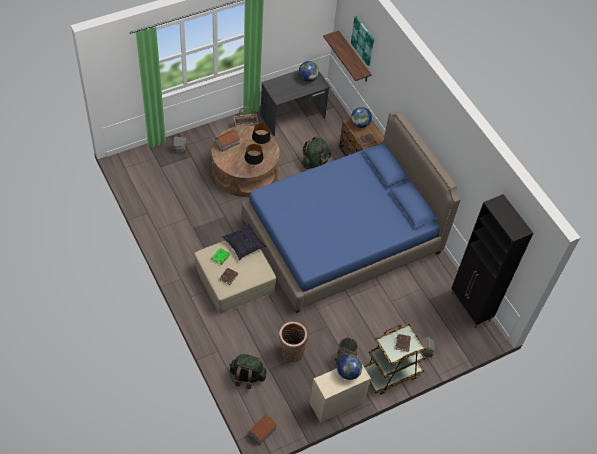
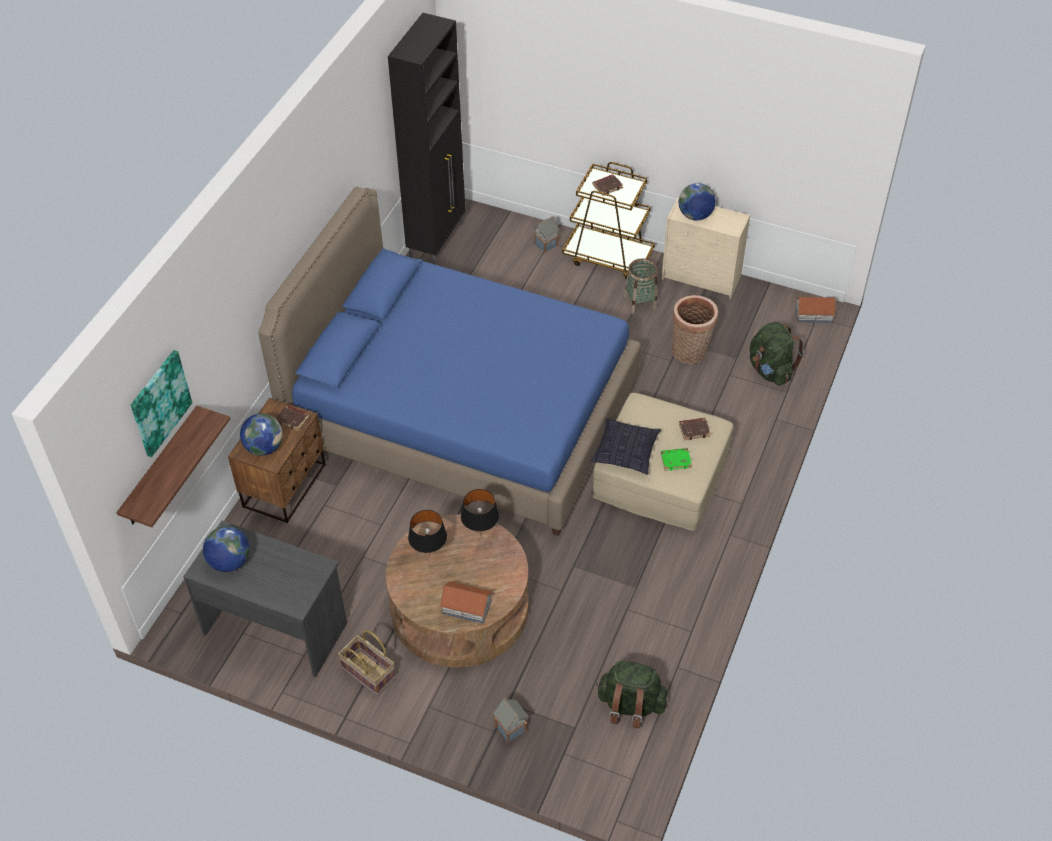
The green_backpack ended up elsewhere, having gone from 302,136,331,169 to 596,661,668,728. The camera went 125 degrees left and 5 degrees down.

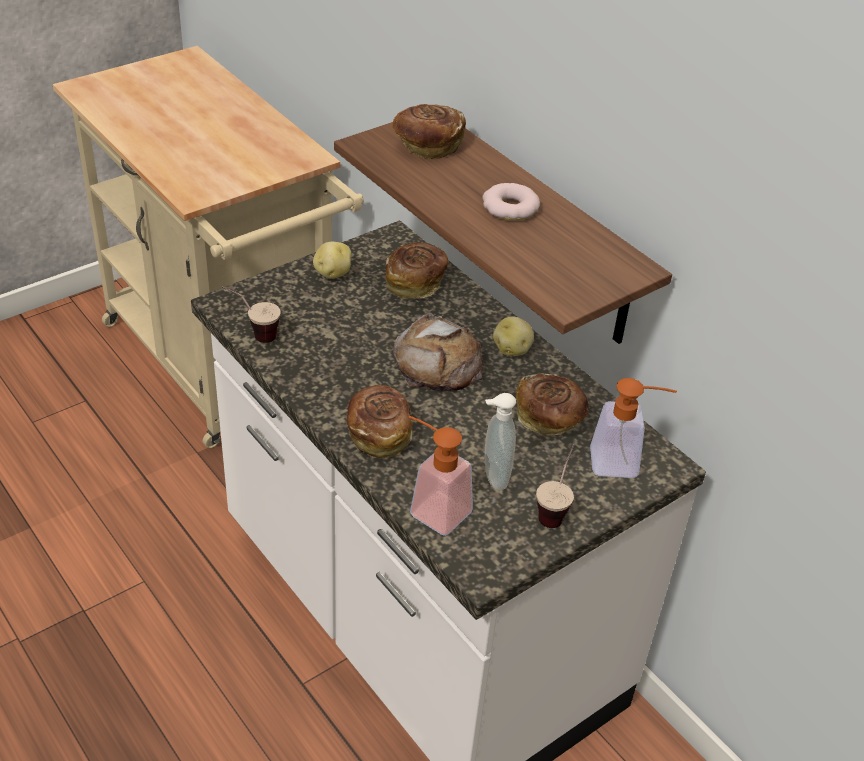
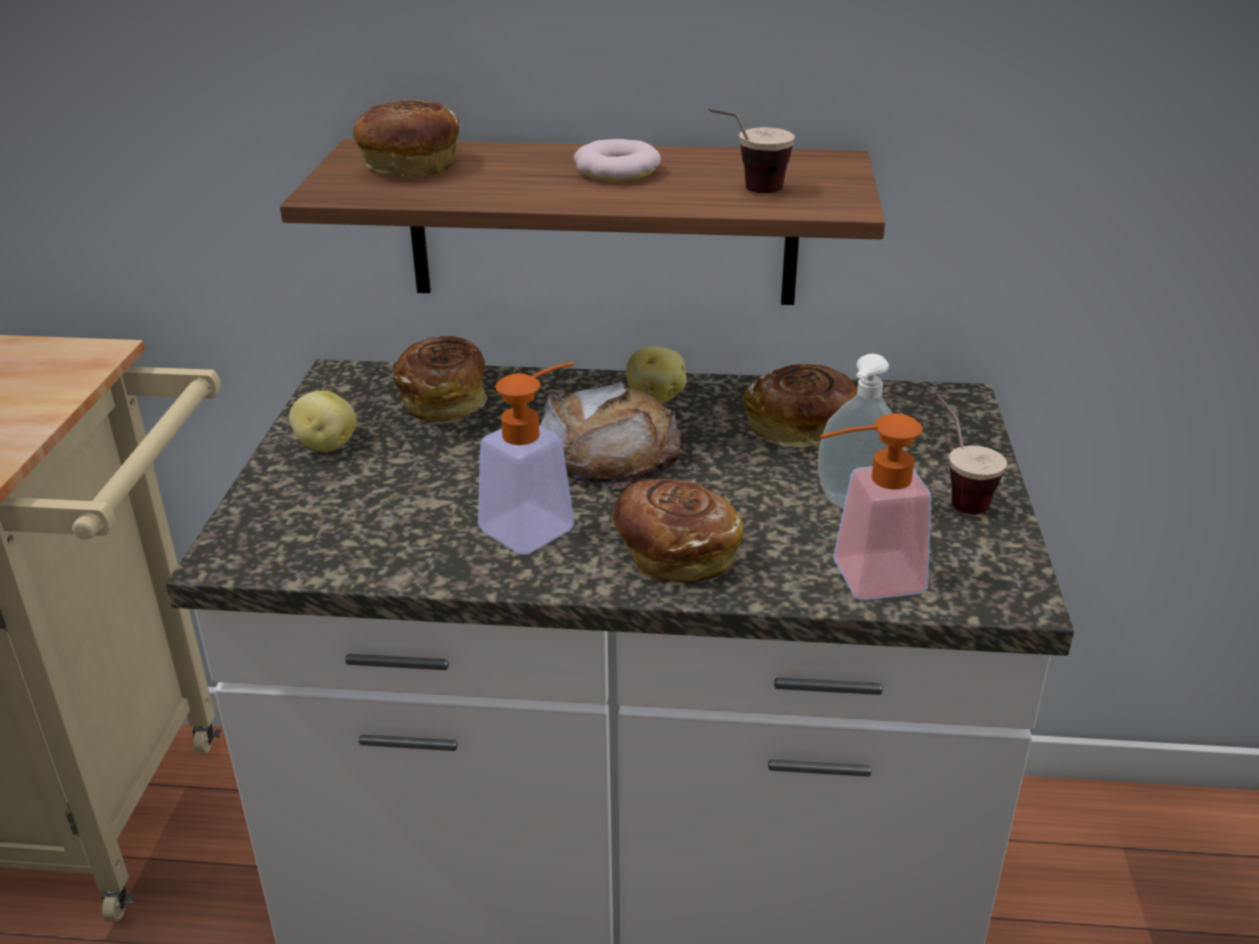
The small_cup ended up elsewhere, having gone from 222,286,281,343 to 708,108,795,193. The soap_bottle ended up elsewhere, having gone from 590,378,677,478 to 478,362,575,555. The camera went 45 degrees left and 10 degrees down.

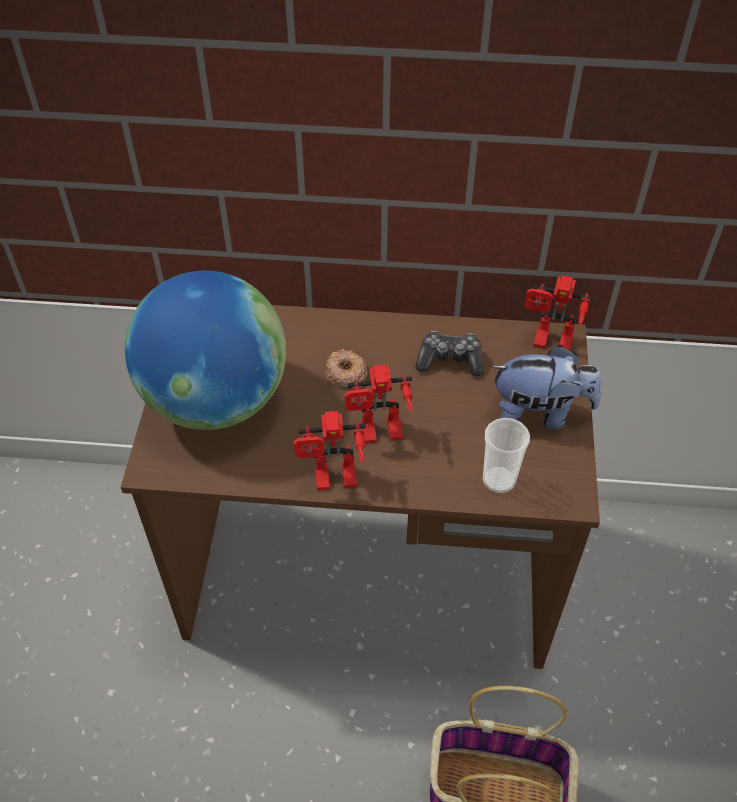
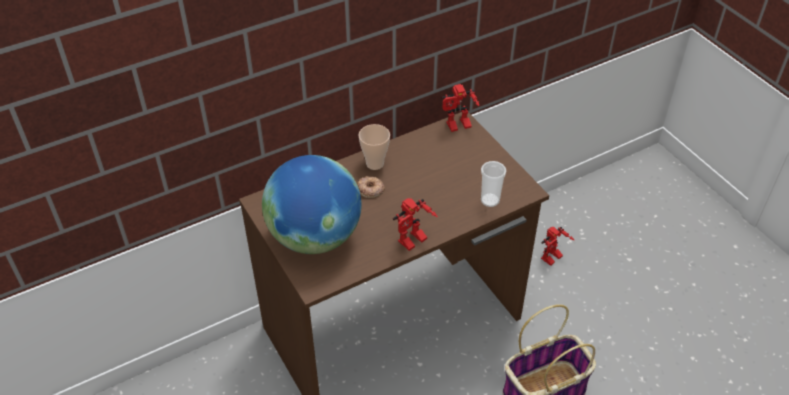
The second view lost the joypad at 415,331,484,376. The second view lost the plush_toy at 491,345,601,429. The second view gained the small_cup at 359,124,390,170. The toy_robot ended up elsewhere, having gone from 345,364,412,443 to 541,227,574,266. The camera went 35 degrees left and 5 degrees down.

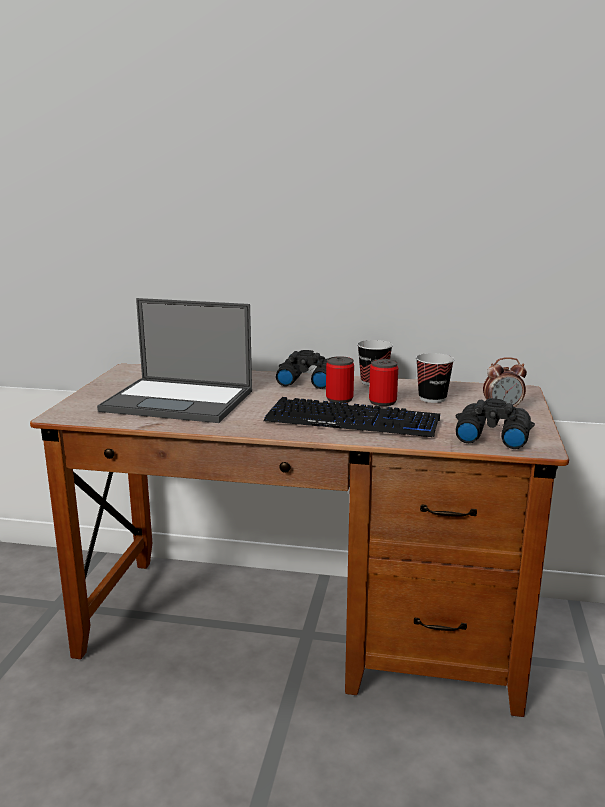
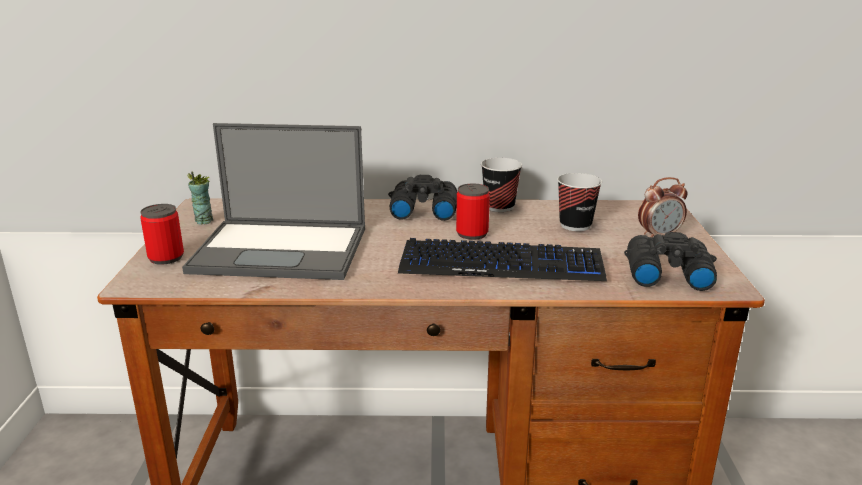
The second view gained the small_cup at 187,171,213,225. The metal_can ended up elsewhere, having gone from 369,359,398,406 to 140,204,184,265. The camera went 10 degrees left and 5 degrees up.

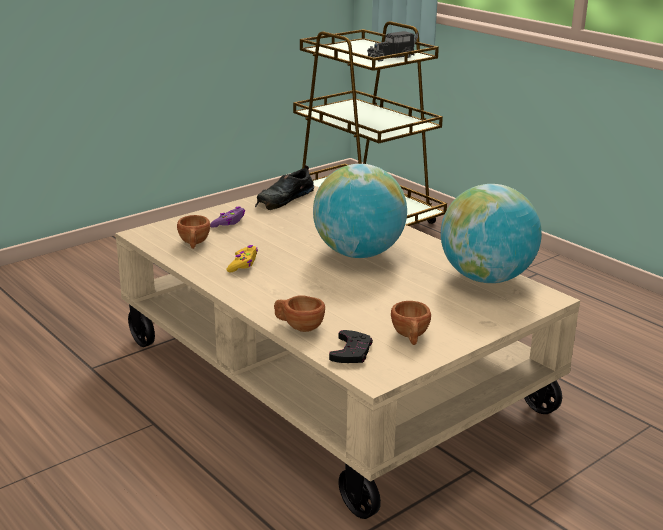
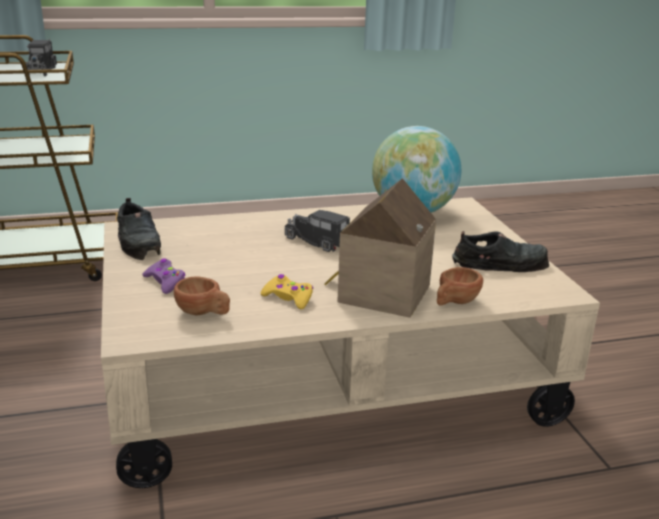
The second view lost the blackish_joypad at 329,330,373,363. The second view gained the model_house at 324,178,436,318. Where the desk_globe stood at 313,164,407,258, the model_truck came to stand at 285,210,350,252. Where the brownish_small_cup stood at 391,301,431,345, the blackish_low_shoe came to stand at 452,231,549,272. The camera went 65 degrees left and 0 degrees up.

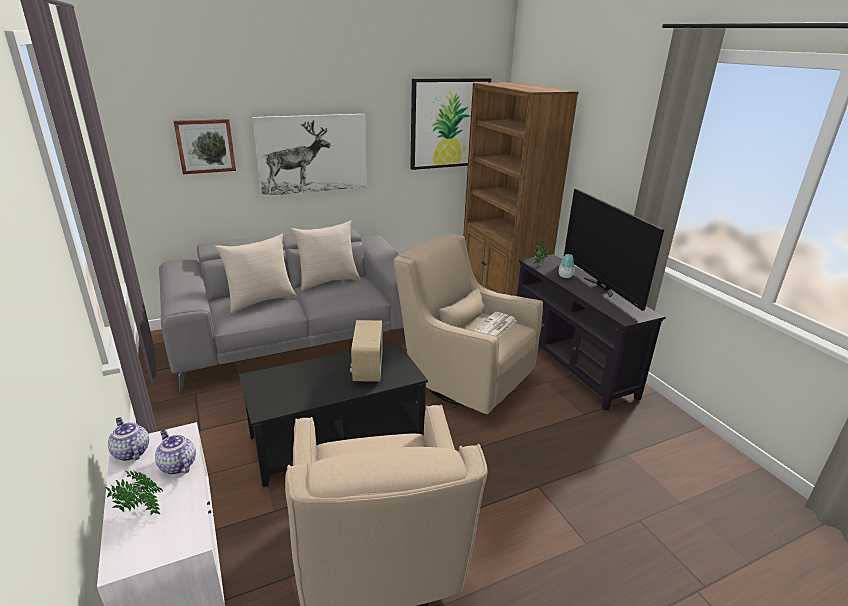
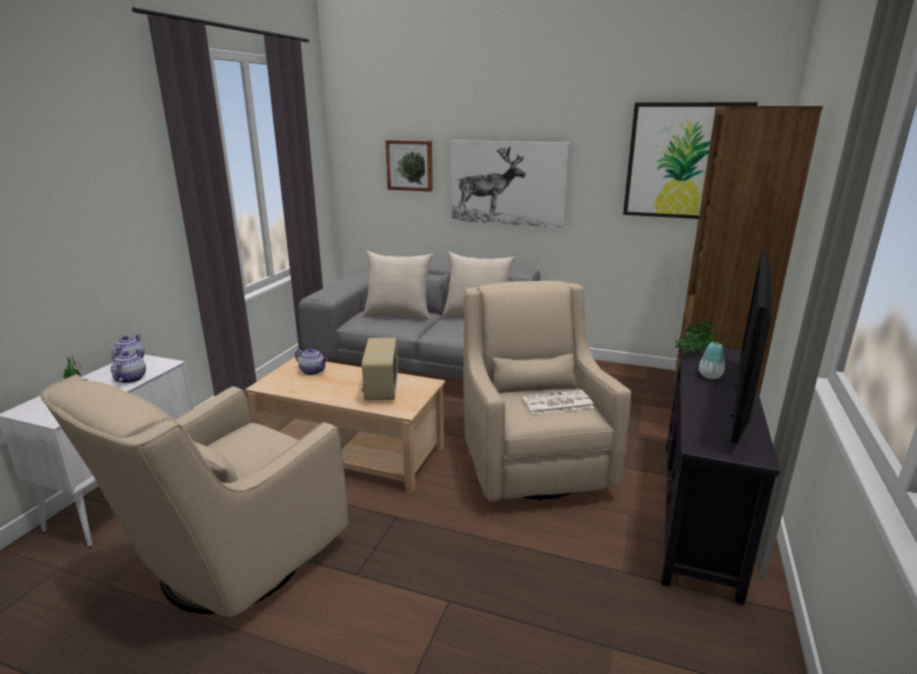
The second view gained the teapot at 295,348,328,375. What was the blackish_coffee_table at 239,341,428,487 turned into the beige-coloured_coffee_table at 245,357,445,494. The radio_set at 350,320,383,381 ended up facing another way, 45 degrees counterclockwise from before. The camera went 45 degrees right and 5 degrees down.

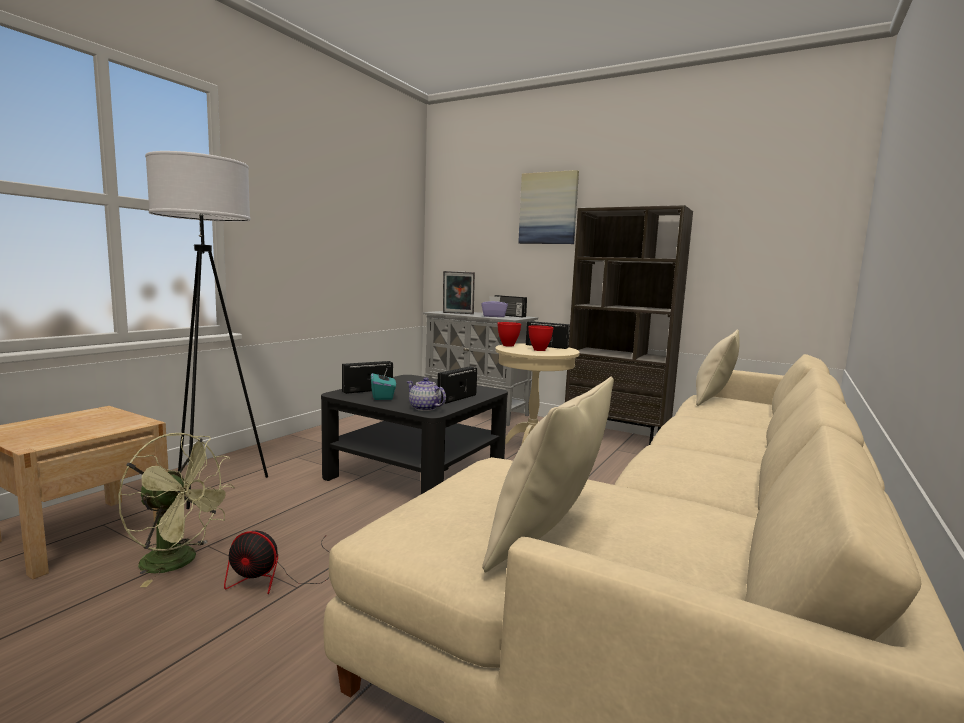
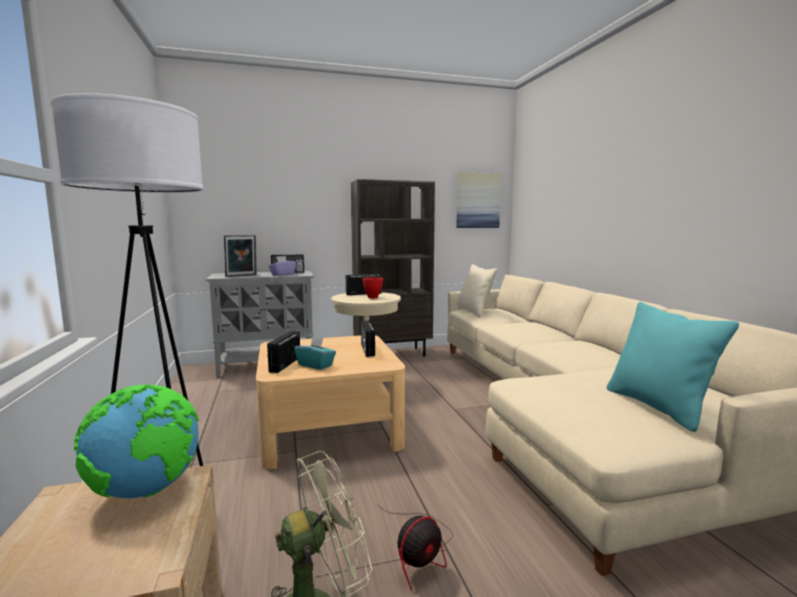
The second view lost the teapot at 406,378,446,411. The second view lost the red_deep_dish at 497,322,521,347. The second view gained the desk_globe at 74,385,199,499. The picture ended up elsewhere, having gone from 518,170,579,244 to 456,172,501,228. What was the blackish_coffee_table at 321,375,508,495 turned into the beige-coloured_coffee_table at 256,335,405,469. What was the beige-coloured_throw_pillow at 482,376,614,572 turned into the blue-green_throw_pillow at 607,302,739,432. The camera went 45 degrees left and 0 degrees up.

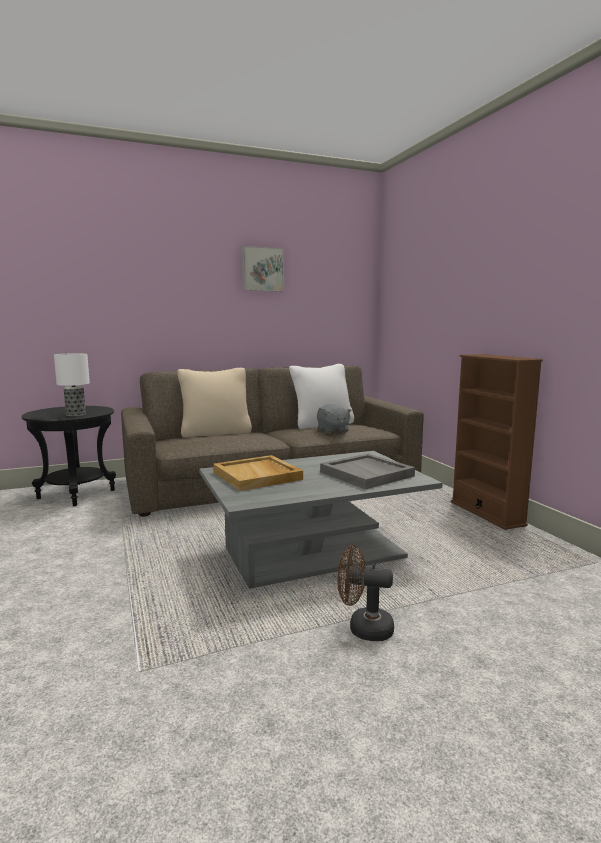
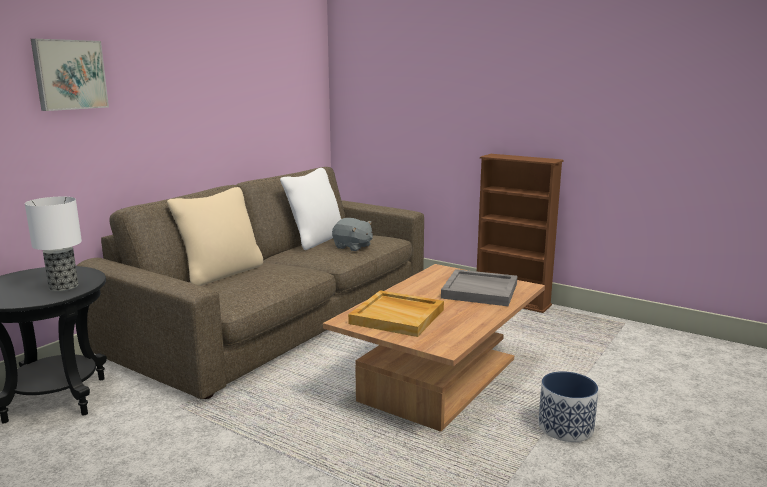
The picture ended up elsewhere, having gone from 242,246,284,291 to 31,39,109,111. Where the brownish_cooling_fan stood at 337,545,394,641, the planter came to stand at 538,371,598,442. What was the greyish_coffee_table at 199,451,443,589 turned into the brownish_coffee_table at 323,264,545,432. The camera went 35 degrees left and 5 degrees up.

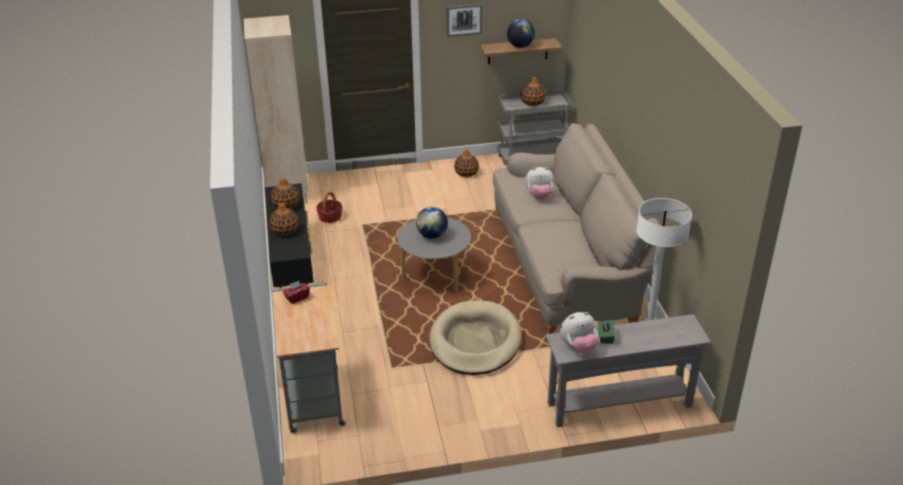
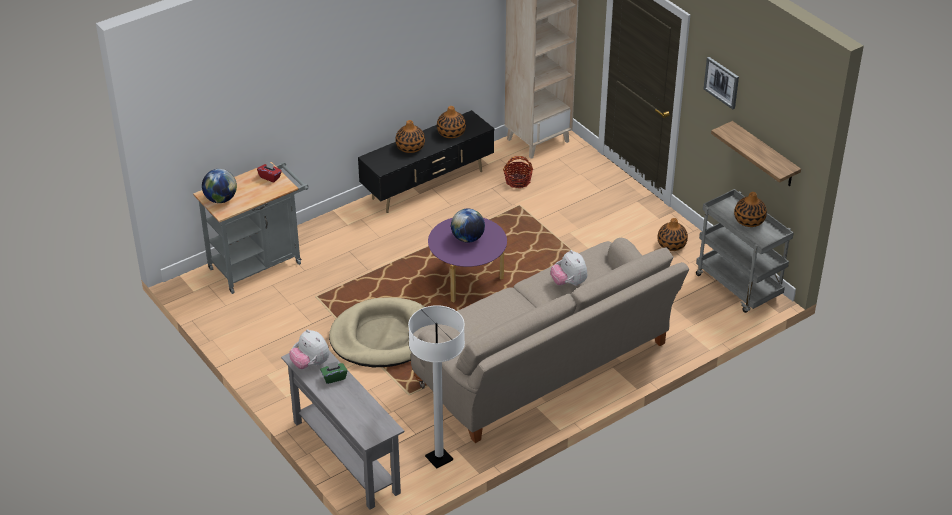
The desk_globe ended up elsewhere, having gone from 507,19,535,48 to 202,169,237,203. What was the greyish_coffee_table at 397,217,471,292 turned into the purplish_coffee_table at 428,218,507,302. The camera went 65 degrees right and 5 degrees up.

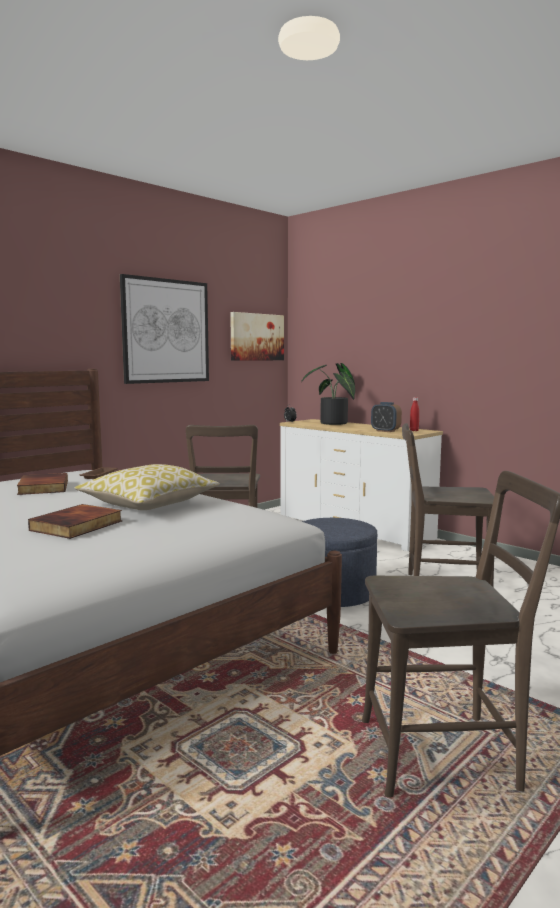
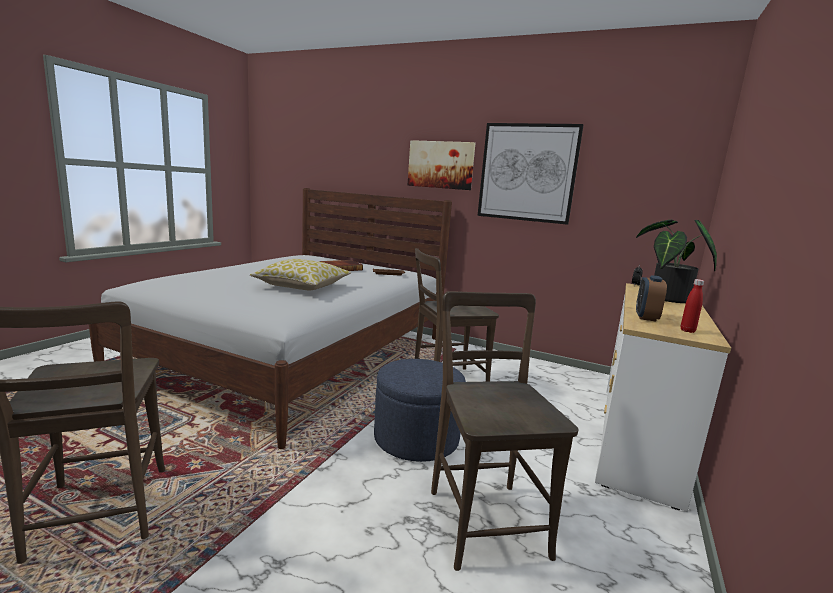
The second view lost the book at 28,504,122,539. The picture ended up elsewhere, having gone from 230,312,284,361 to 408,140,475,190. The camera went 70 degrees right and 5 degrees up.

